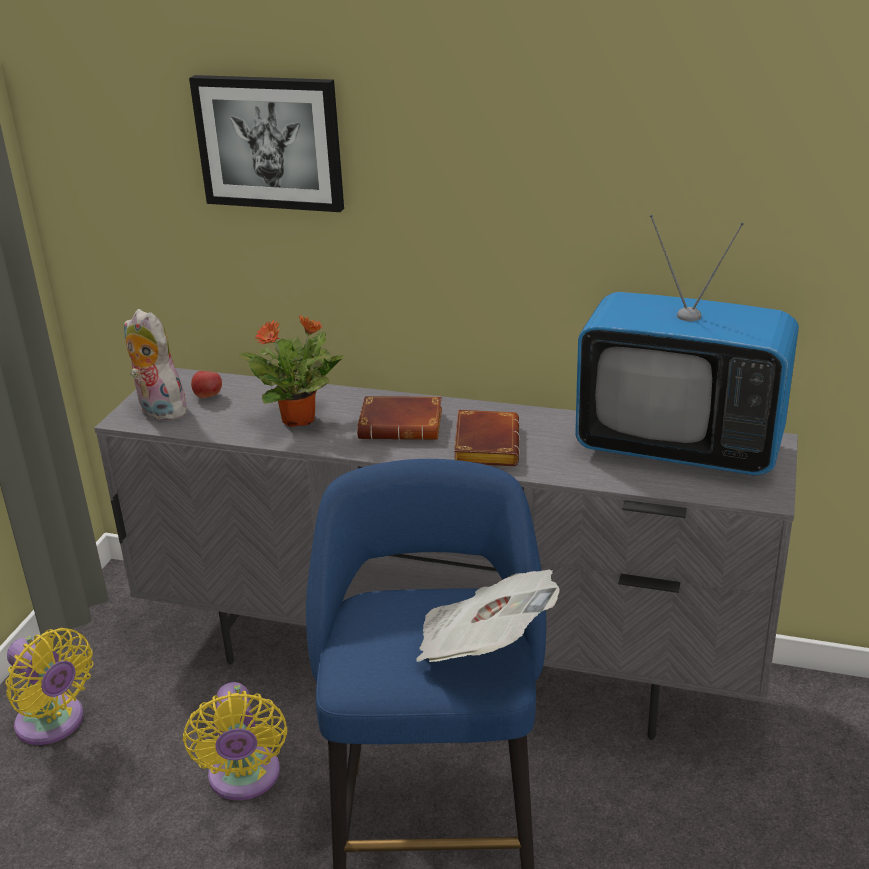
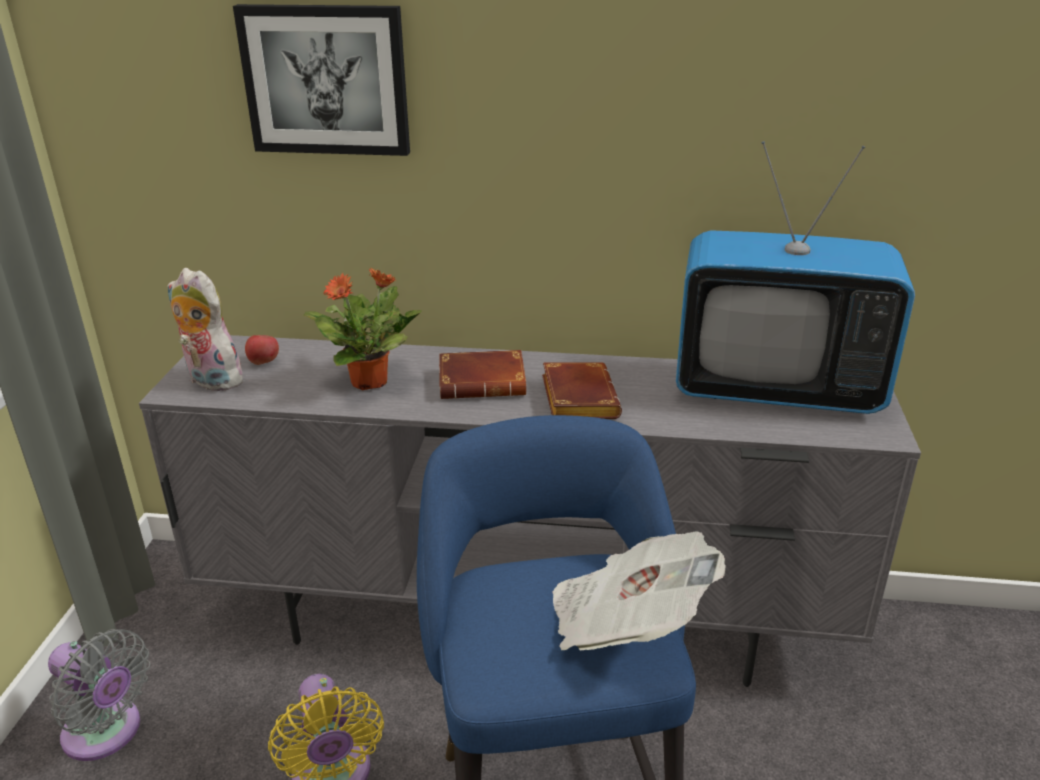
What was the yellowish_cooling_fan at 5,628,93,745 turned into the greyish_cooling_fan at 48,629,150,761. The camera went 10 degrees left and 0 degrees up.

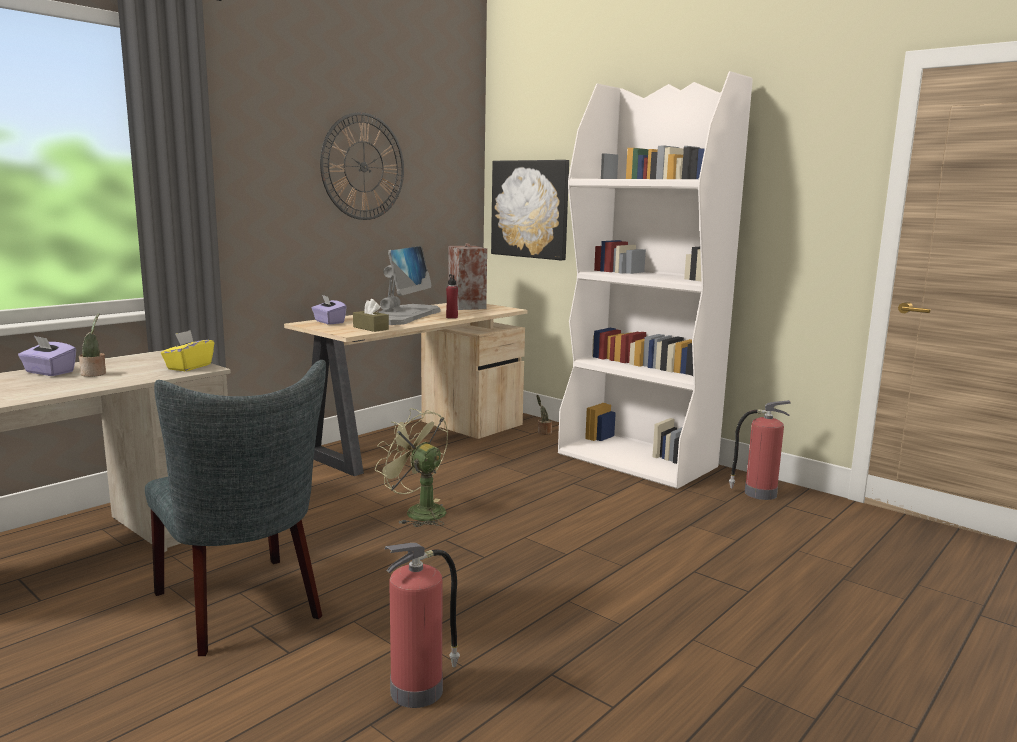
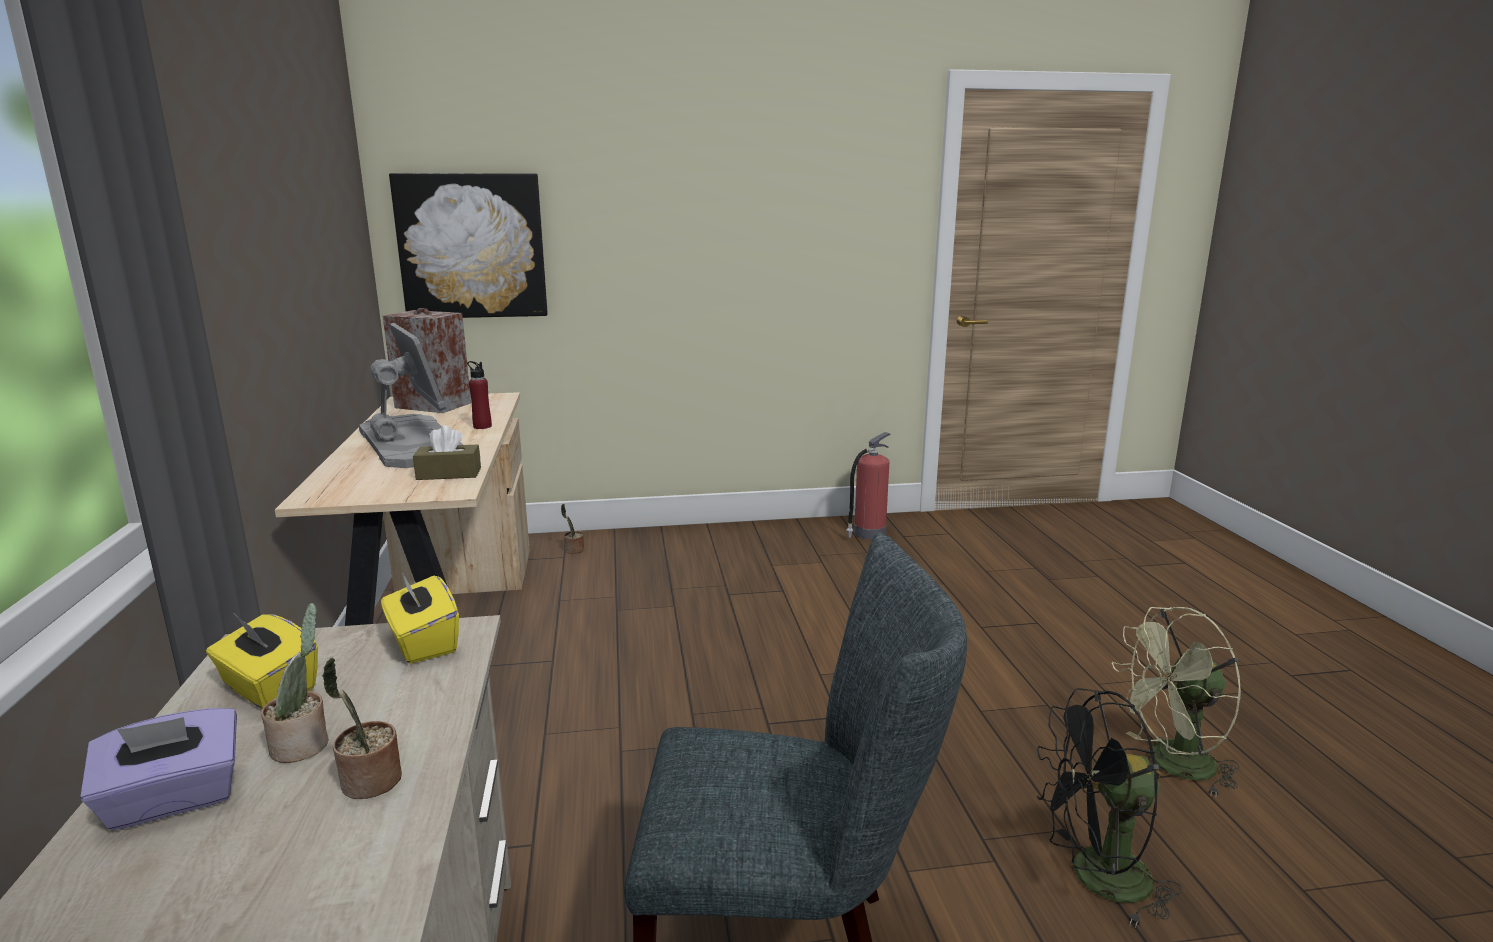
The second view lost the purplish_tissue_holder at 312,295,347,325. The second view lost the hanging_clock at 320,112,404,220. The second view lost the white_bookshelf at 558,71,753,489. The second view gained the yellowish_tissue_holder at 206,615,318,709. The second view gained the potted_plant at 322,658,402,799. The green_cooling_fan ended up elsewhere, having gone from 375,408,448,527 to 1112,607,1241,798. Where the extinguisher stood at 384,543,460,708, the blackish_cooling_fan came to stand at 1037,688,1182,928. The camera went 50 degrees left and 5 degrees up.

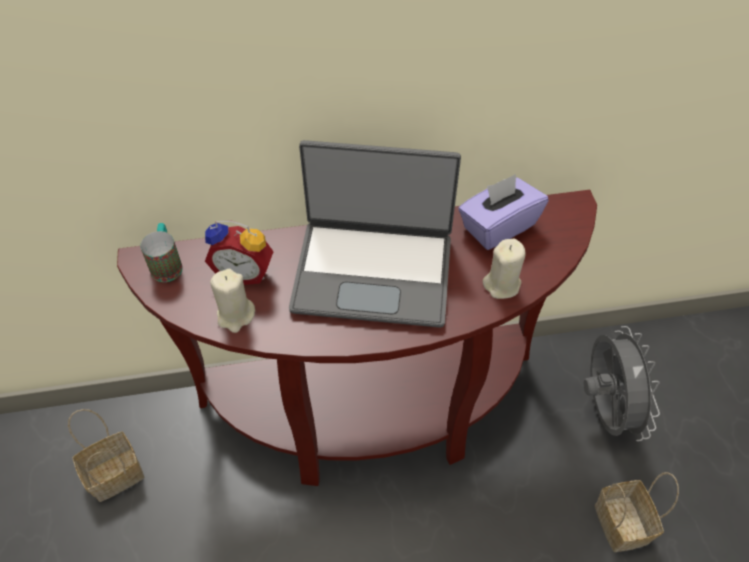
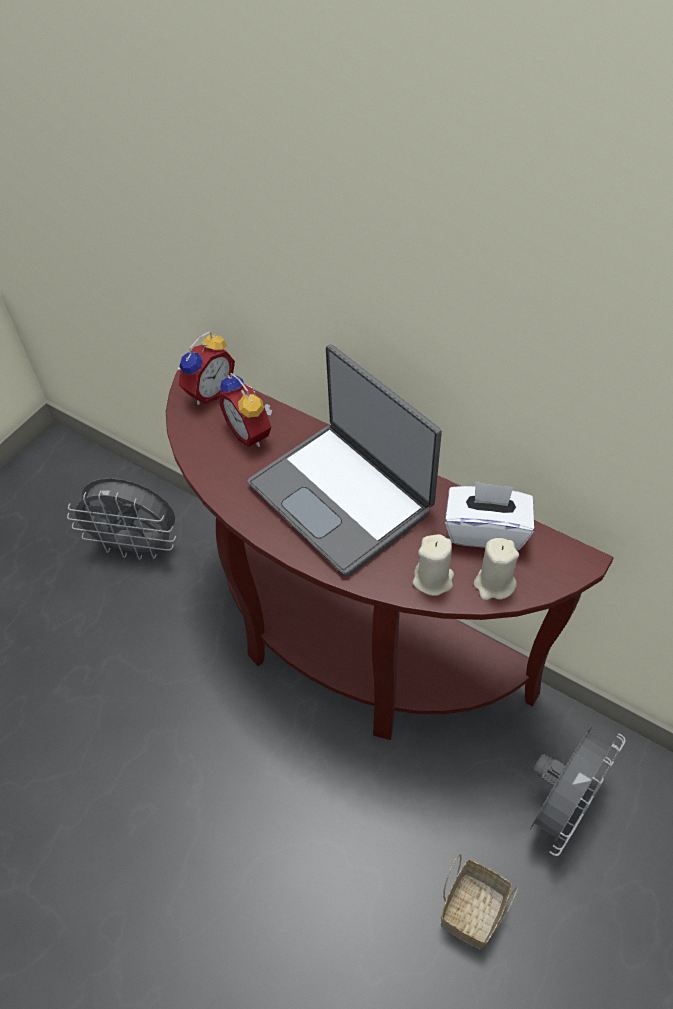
The beige-coloured_candle ended up elsewhere, having gone from 210,269,255,333 to 474,538,519,600. Where the storage_basket stood at 68,409,144,502, the greyish_cooling_fan came to stand at 67,478,176,560. Where the mug stood at 141,223,183,282, the alarm_clock came to stand at 177,331,235,405. What was the purplish_tissue_holder at 458,174,548,250 turned into the white_tissue_holder at 445,481,534,551. The camera went 45 degrees right and 0 degrees up.

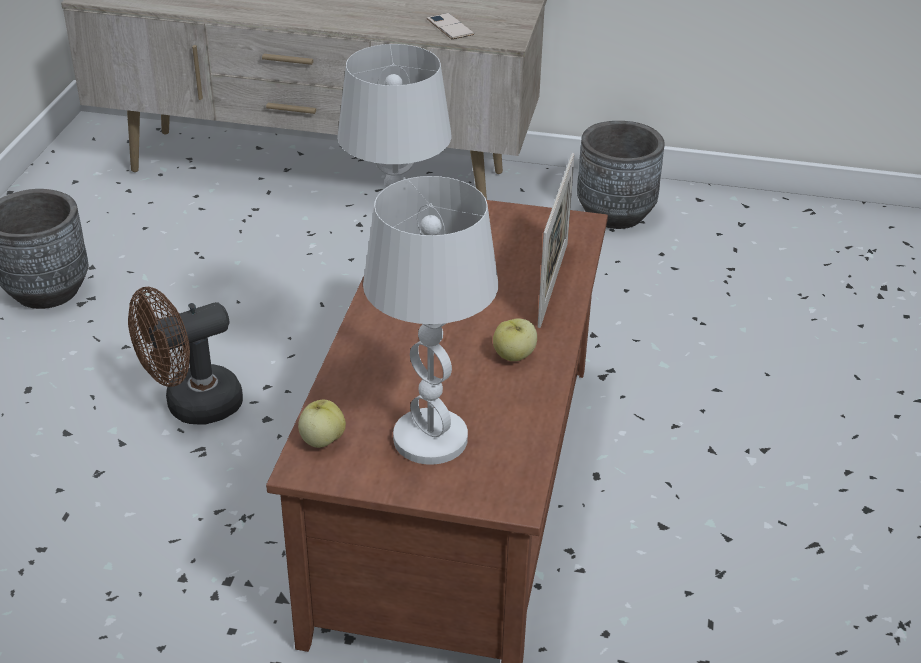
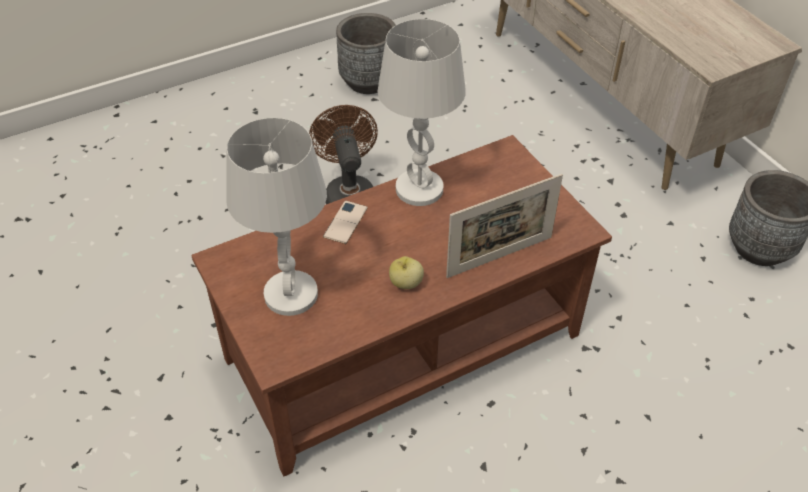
The second view lost the apple at 298,400,346,448. The telephone ended up elsewhere, having gone from 427,13,474,39 to 323,201,368,244. The brownish_cooling_fan at 128,287,243,424 ended up facing another way, 60 degrees clockwise from before. The camera went 50 degrees right and 10 degrees up.

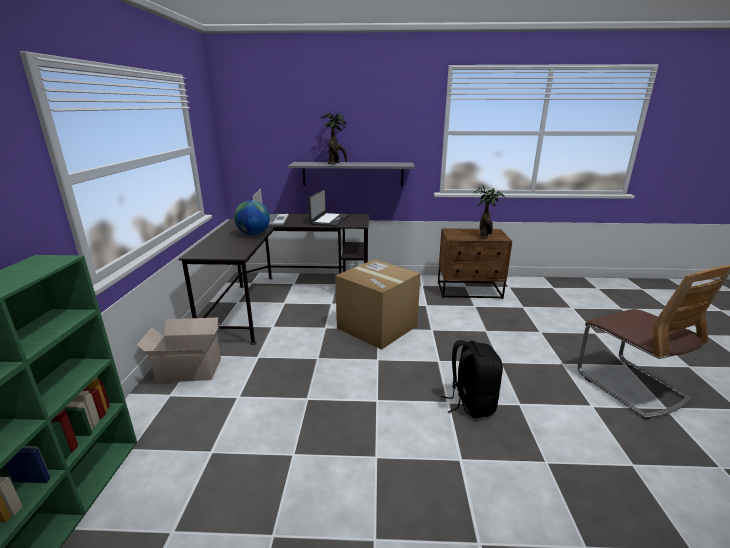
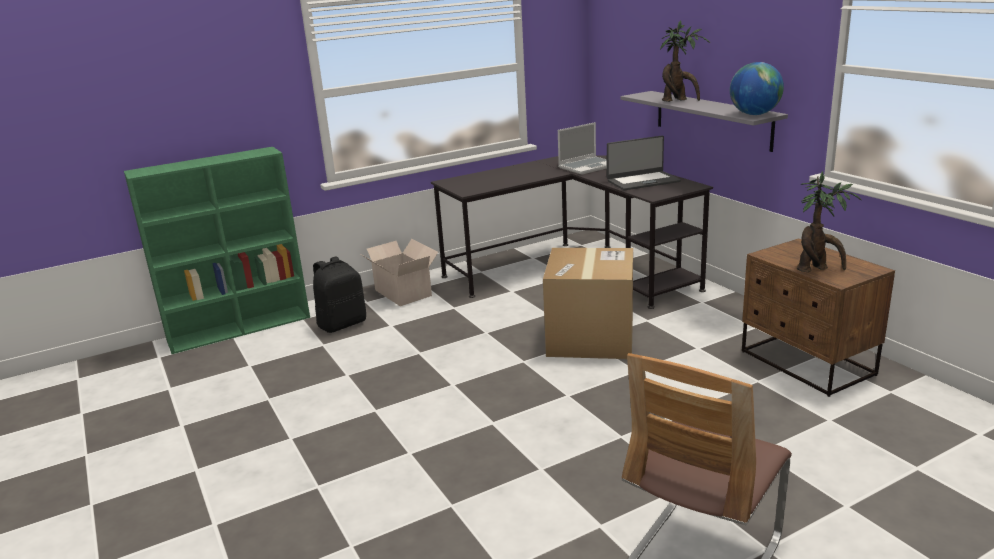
The desk_globe ended up elsewhere, having gone from 234,200,270,235 to 730,62,784,115. The blackish_backpack ended up elsewhere, having gone from 441,340,503,418 to 313,256,366,333. The camera went 60 degrees right and 0 degrees up.

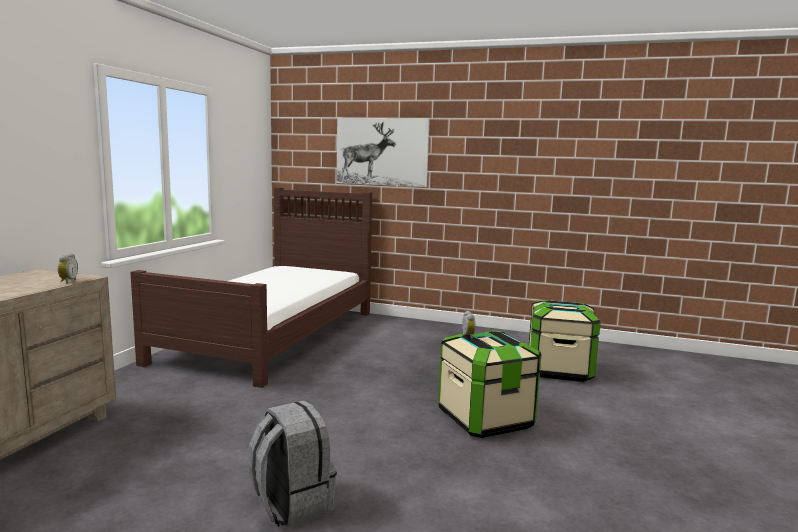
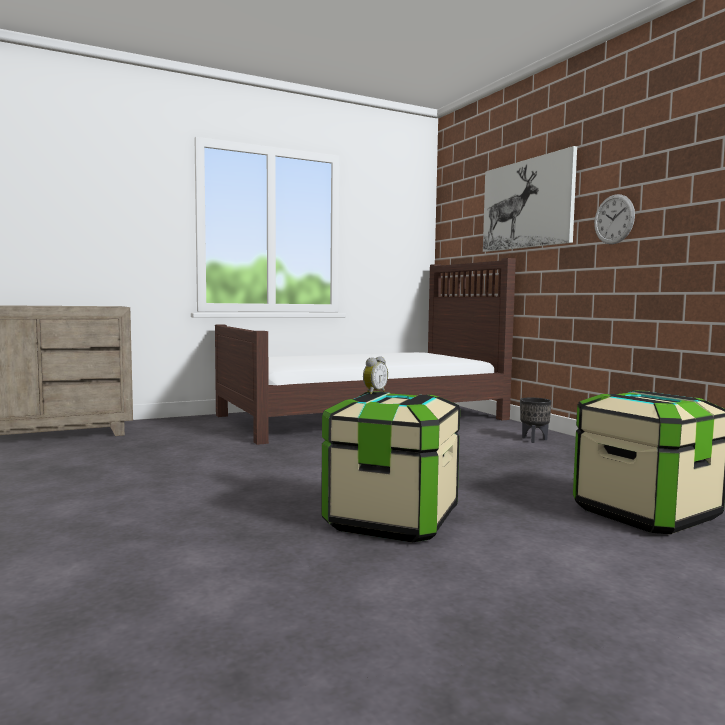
The second view lost the alarm_clock at 58,253,78,284. The second view lost the greyish_backpack at 247,401,337,527. The second view gained the blackish_planter at 520,398,552,443. The second view gained the hanging_clock at 594,194,635,244. The camera went 45 degrees right and 5 degrees down.

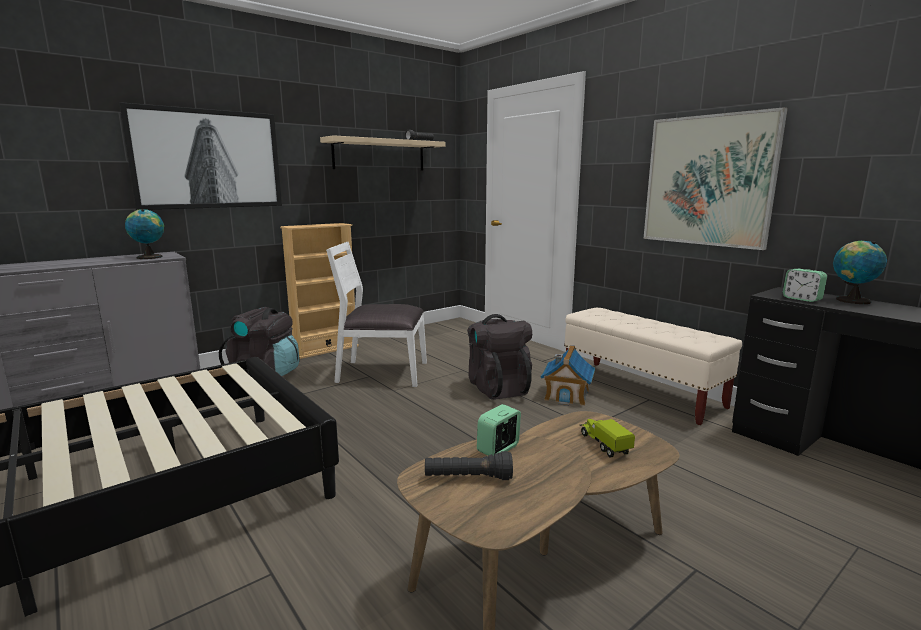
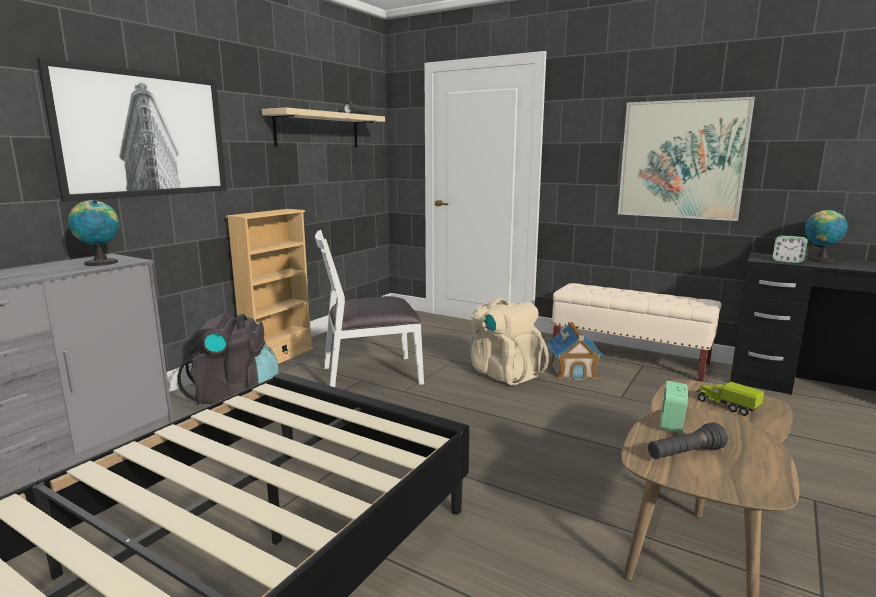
What was the blackish_backpack at 467,314,532,400 turned into the beige-coloured_backpack at 470,298,549,386. The camera went 20 degrees left and 0 degrees up.

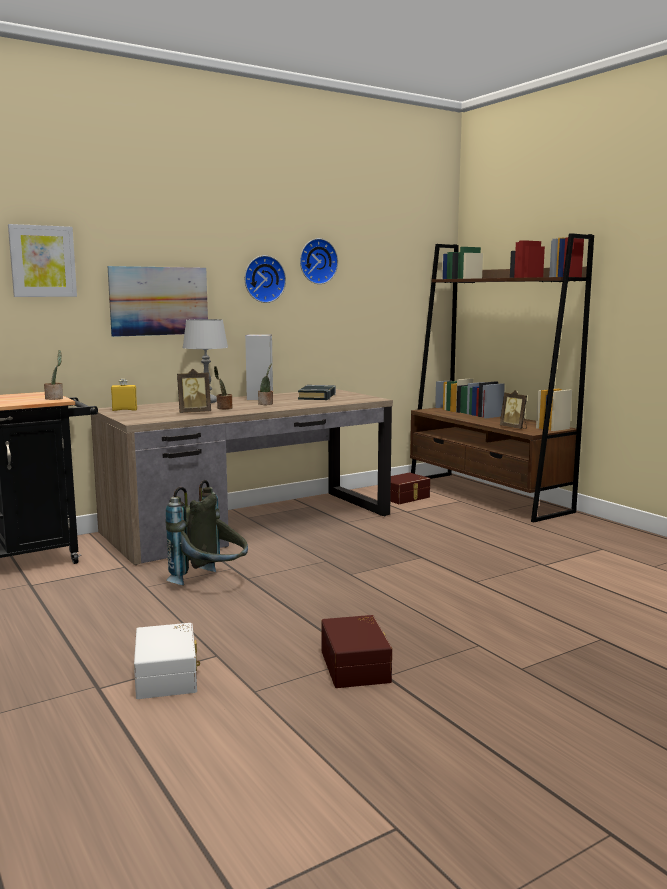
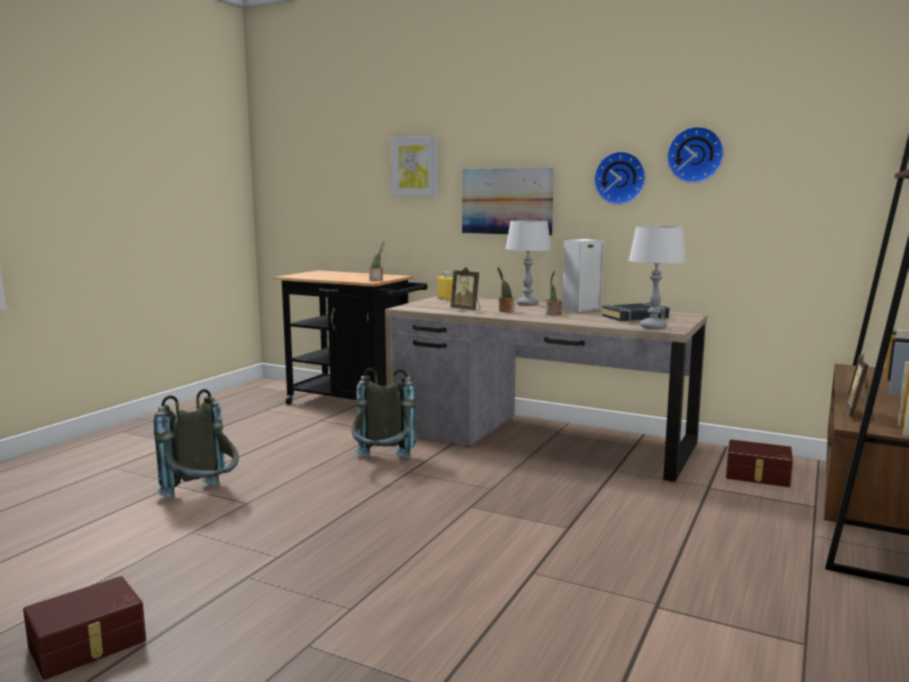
The second view gained the greyish_lamp_for_a_table at 629,226,686,329. The brownish_storage_bin ended up elsewhere, having gone from 322,615,392,688 to 23,576,146,680. Where the white_storage_bin stood at 134,623,200,699, the greyish_backpack came to stand at 154,389,239,498. The camera went 60 degrees right and 0 degrees up.

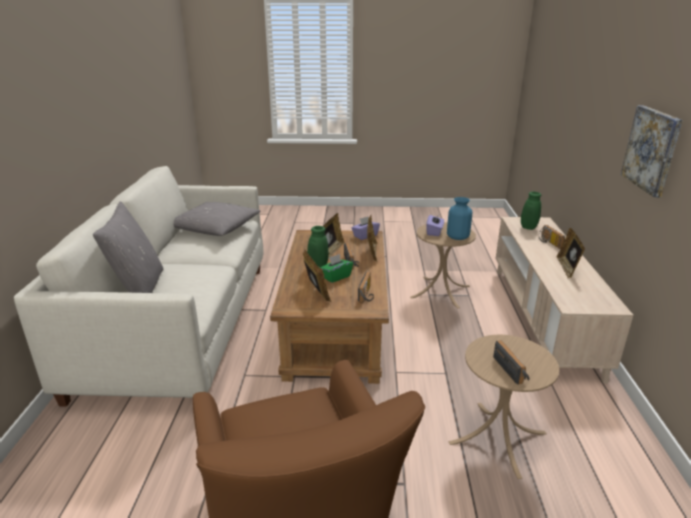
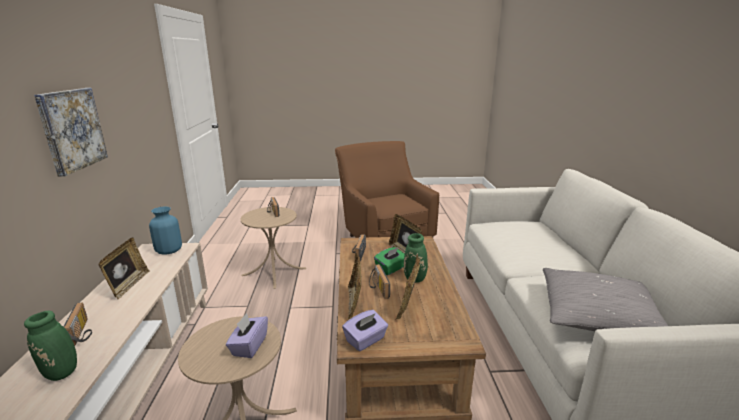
The second view lost the greyish_throw_pillow at 93,202,163,293. The blue_flower_vase ended up elsewhere, having gone from 447,197,472,240 to 149,206,182,255. The camera went 175 degrees right and 5 degrees down.

